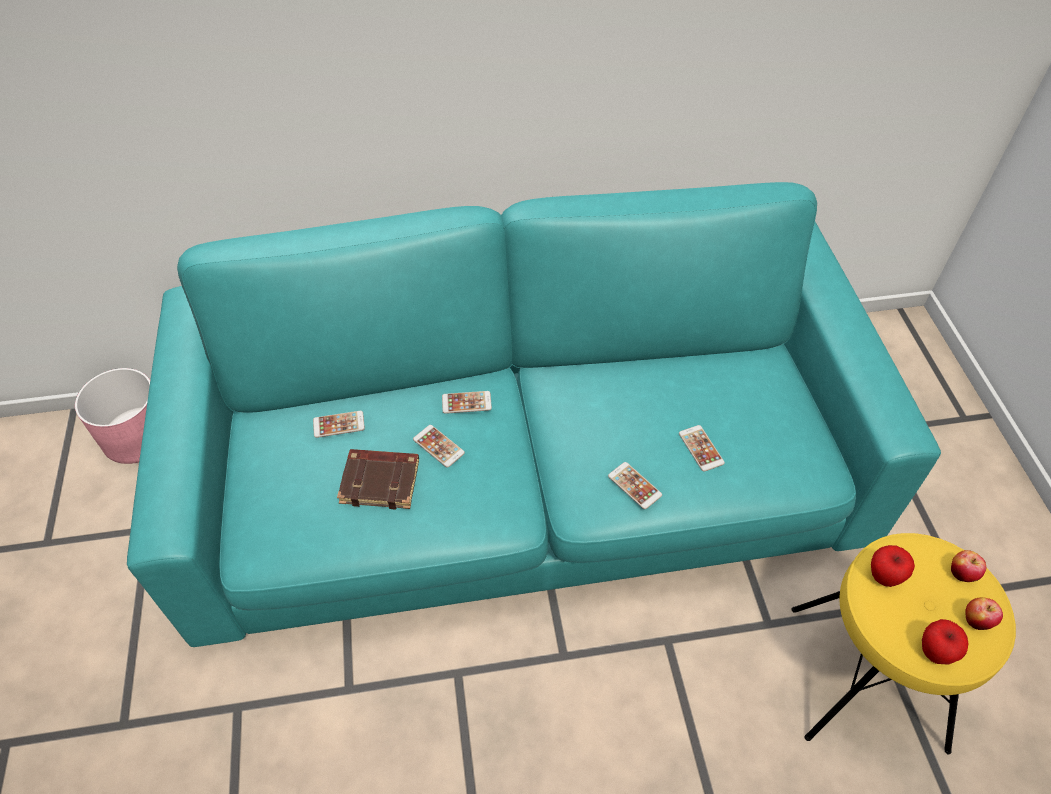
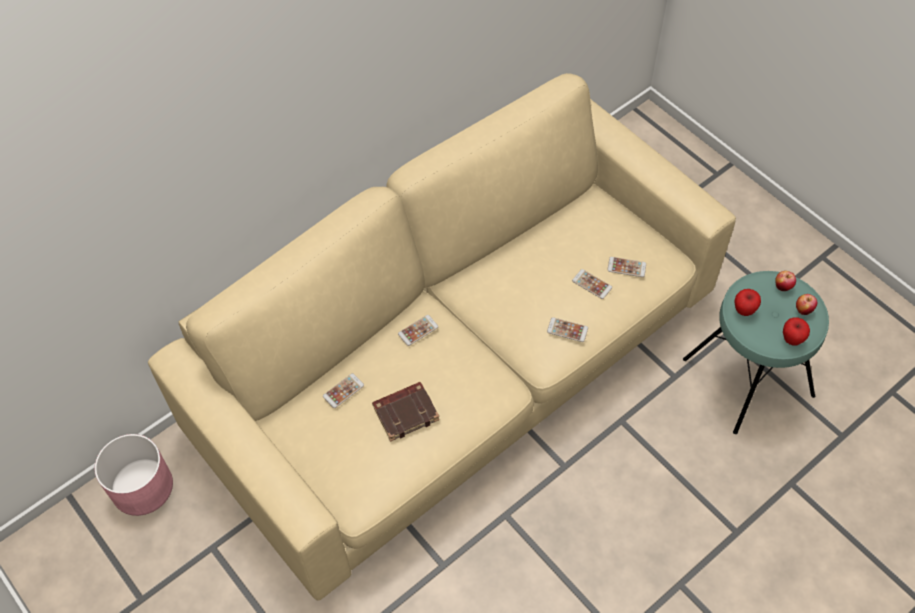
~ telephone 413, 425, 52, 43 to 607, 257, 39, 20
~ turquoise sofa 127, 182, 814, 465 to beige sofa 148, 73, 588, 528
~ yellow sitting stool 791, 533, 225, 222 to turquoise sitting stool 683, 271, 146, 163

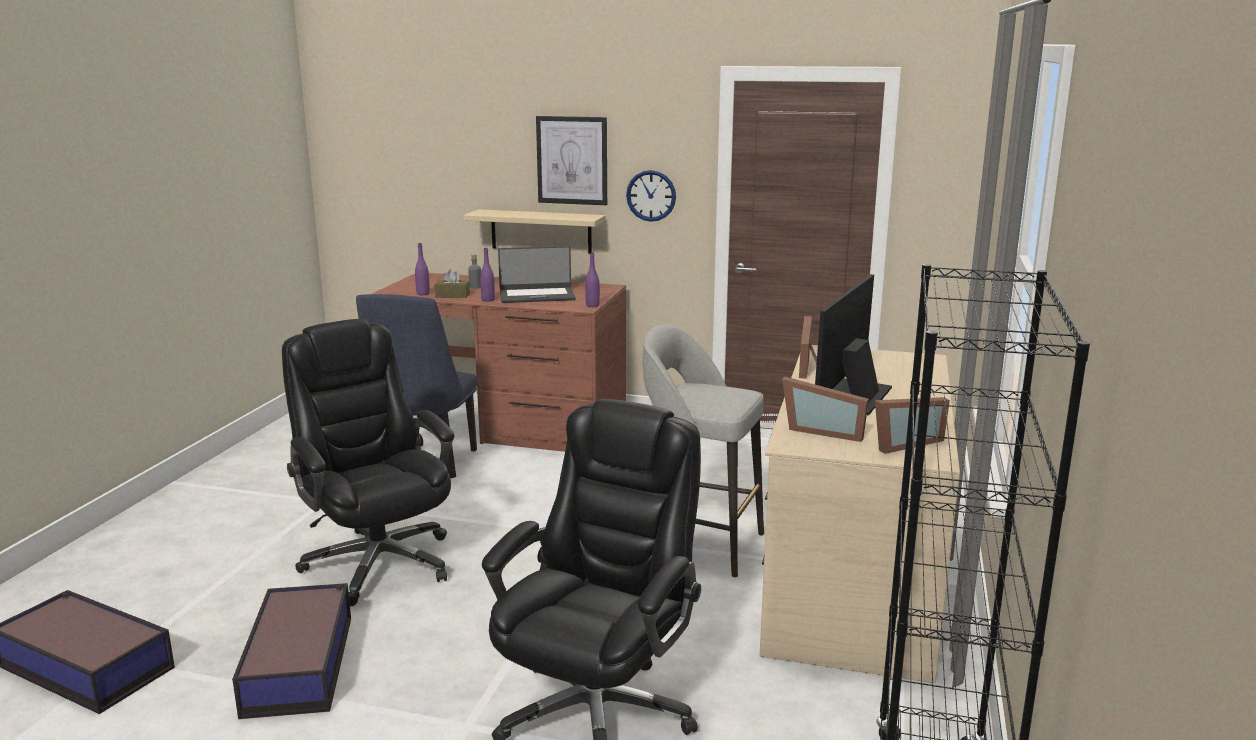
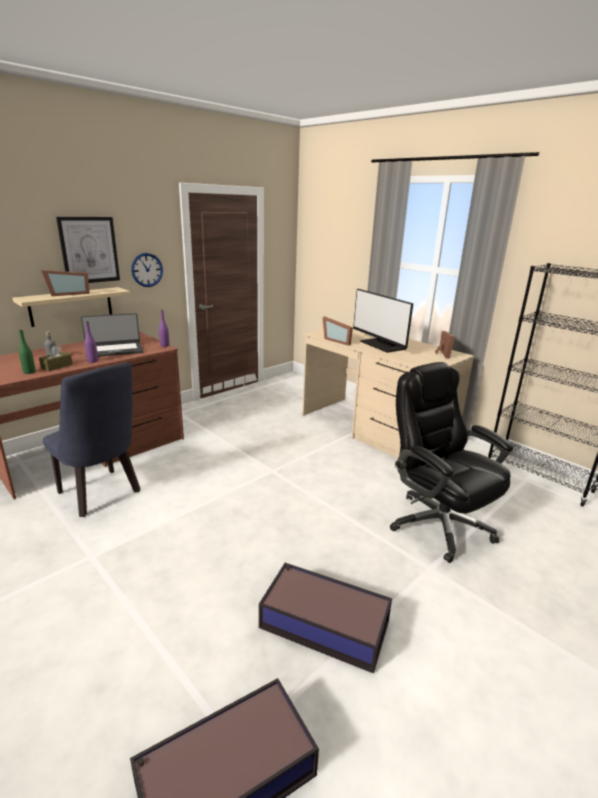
- blackish desk chair 282, 319, 172, 287
- greyish sitting stool 642, 324, 122, 253
~ photo frame 782, 377, 87, 65 to 41, 270, 49, 26
~ purple bottle 415, 243, 15, 52 to green bottle 19, 330, 16, 44
~ portable computer 498, 246, 78, 57 = 81, 313, 62, 45 45 degrees clockwise

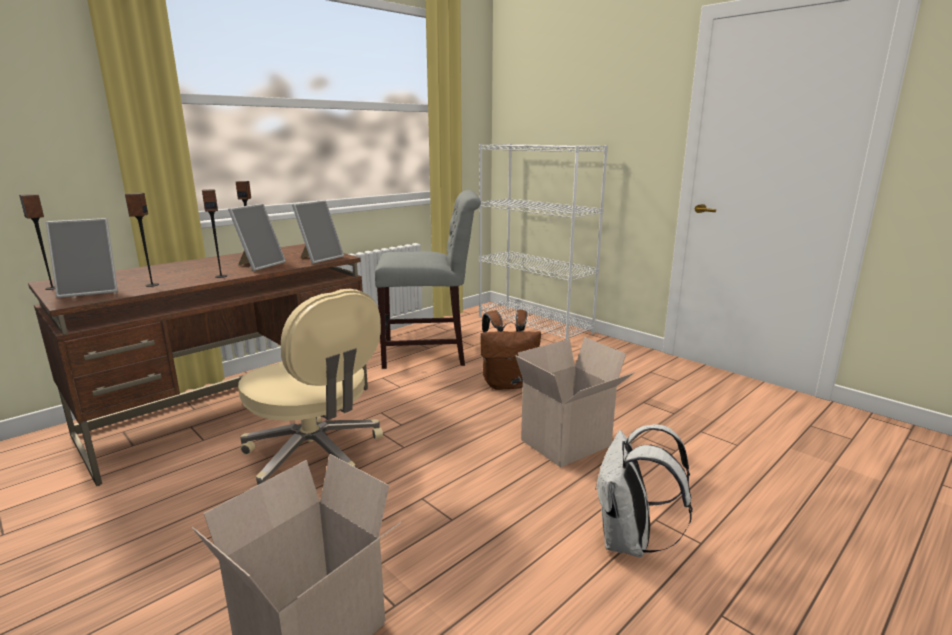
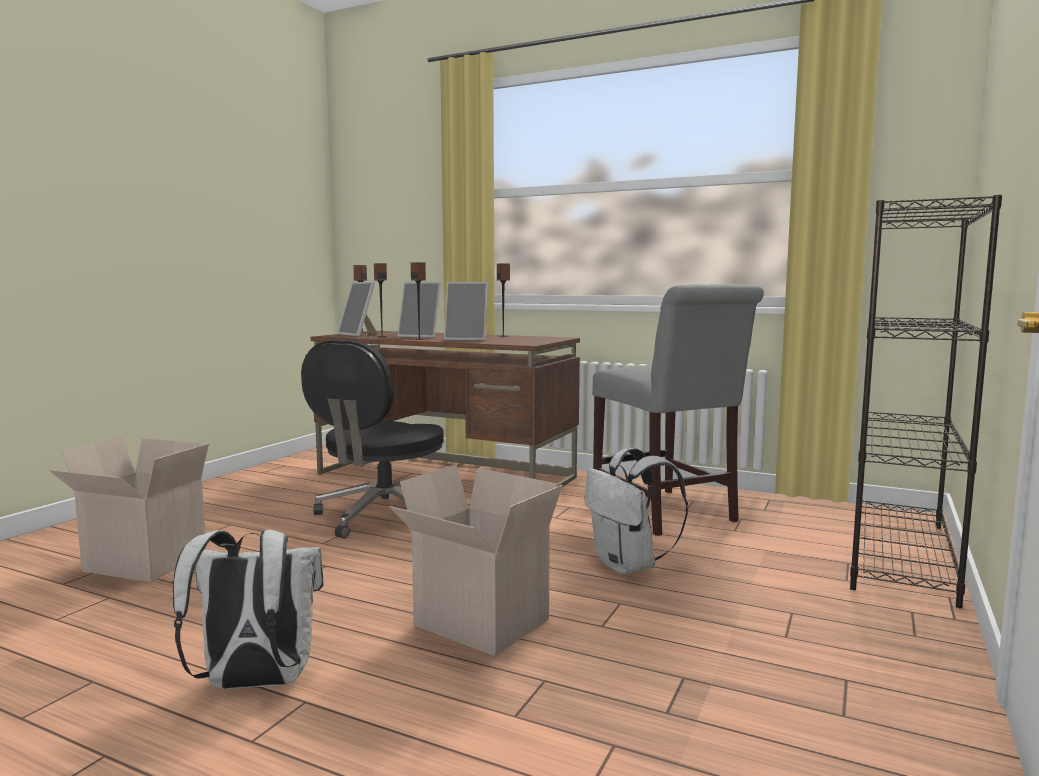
~ photo frame 292, 200, 52, 64 to 397, 282, 44, 56
~ beige desk chair 238, 289, 145, 196 to blackish desk chair 301, 340, 143, 198
~ white bookshelf 479, 144, 129, 196 to blackish bookshelf 850, 195, 152, 413
~ brown backpack 480, 309, 61, 81 to white backpack 585, 448, 103, 127

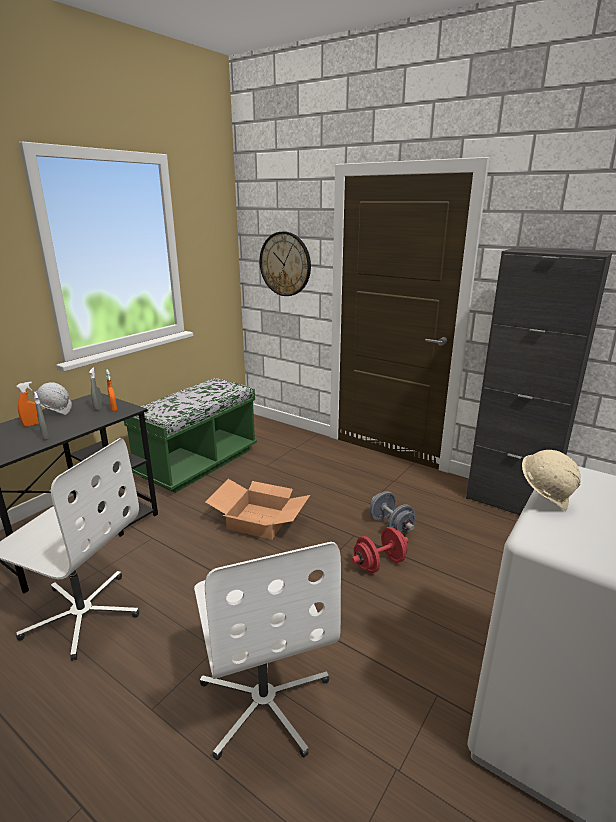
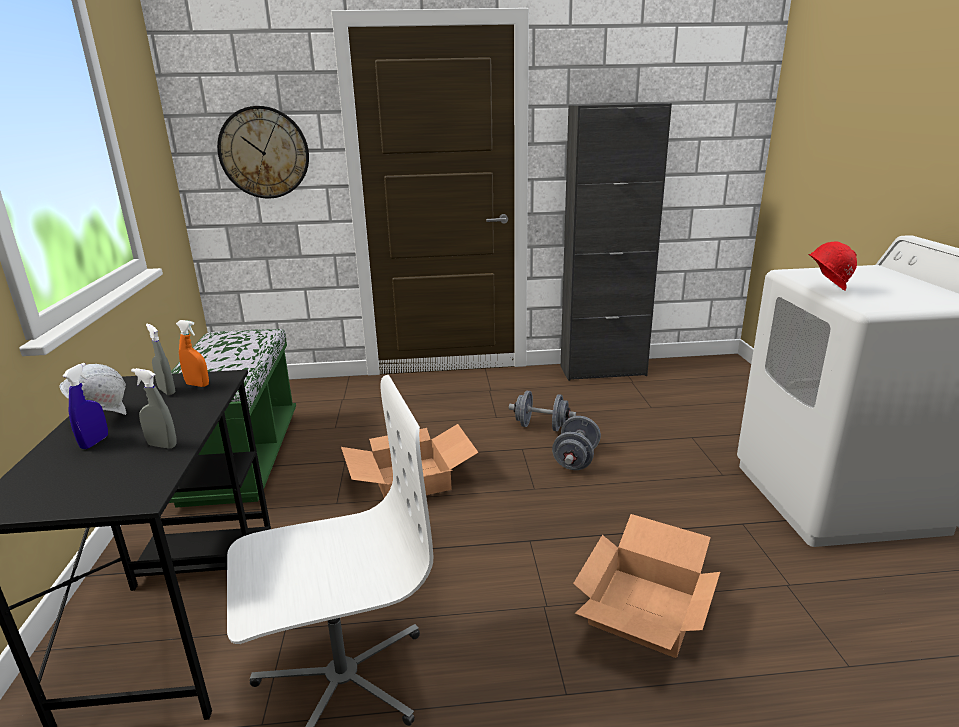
~ white desk chair 194, 542, 147, 218 to carton 573, 514, 147, 144
~ orangey hand sprayer 17, 382, 22, 45 to blue-coloured hand sprayer 63, 363, 45, 86
~ reddish dumbbell 351, 527, 58, 46 to greyish dumbbell 552, 416, 49, 54
~ beige hard hat 522, 450, 59, 61 to reddish hard hat 808, 242, 49, 49

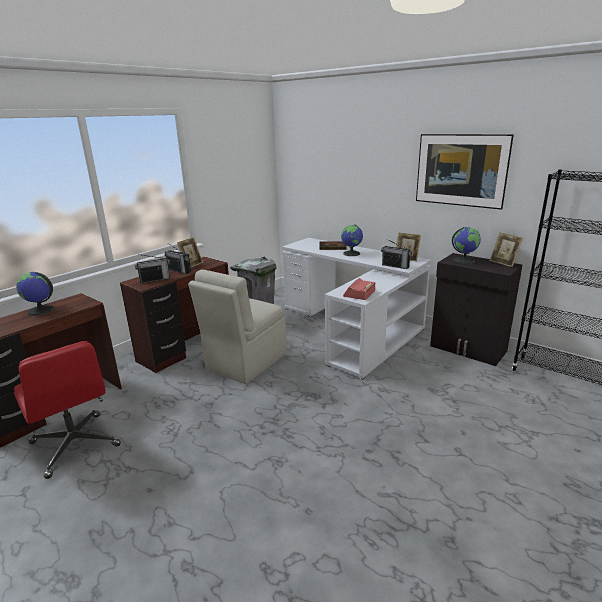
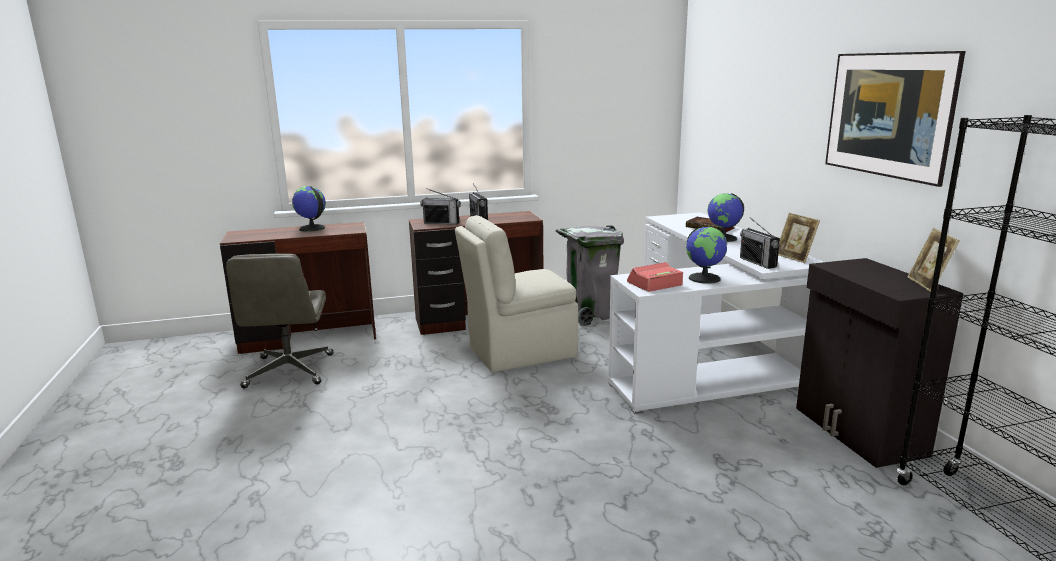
- photo frame 177, 237, 26, 30
~ desk globe 452, 227, 29, 37 to 686, 226, 42, 58
~ reddish desk chair 14, 341, 107, 138 to greyish desk chair 226, 254, 108, 135

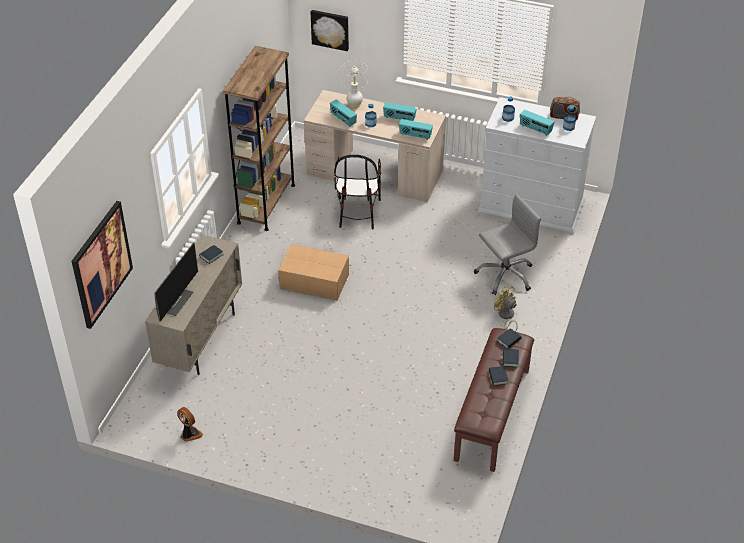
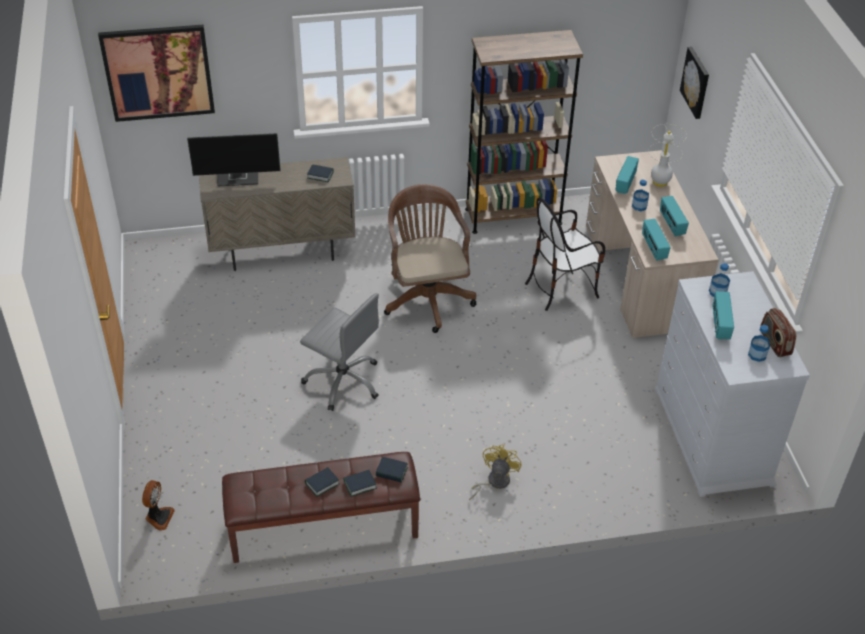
~ electric fan 177, 407, 26, 35 to 142, 480, 33, 51
~ greyish desk chair 474, 194, 67, 101 to 300, 293, 79, 118
~ carton 278, 244, 71, 57 to brown desk chair 384, 184, 92, 149

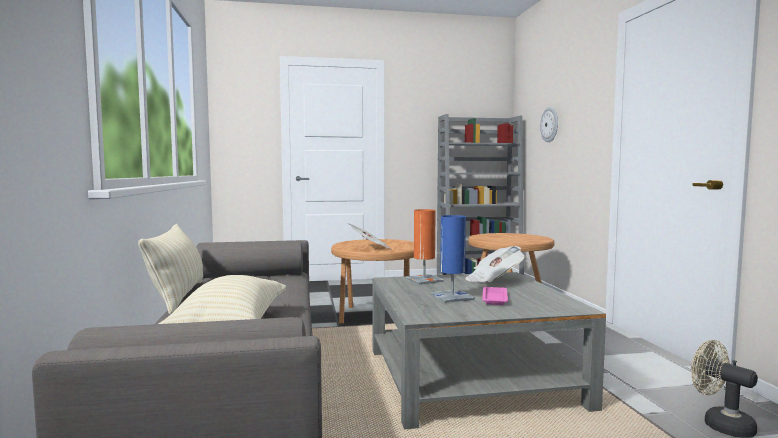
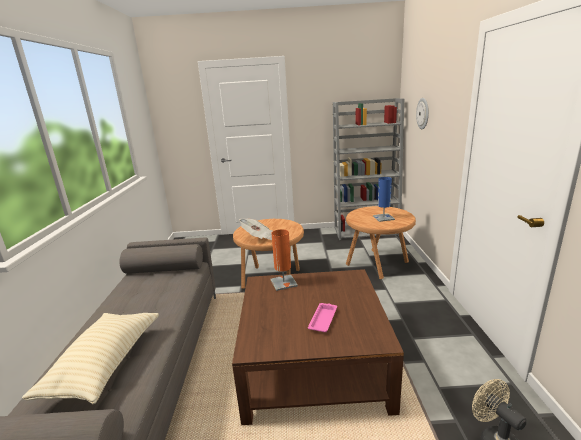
- beige cushion 138, 224, 65, 91
- printed paper 465, 246, 60, 36
~ blue-coloured tabletop lamp 431, 215, 44, 88 to 373, 177, 22, 45
~ greyish low table 372, 272, 234, 158 to brown low table 232, 269, 172, 156

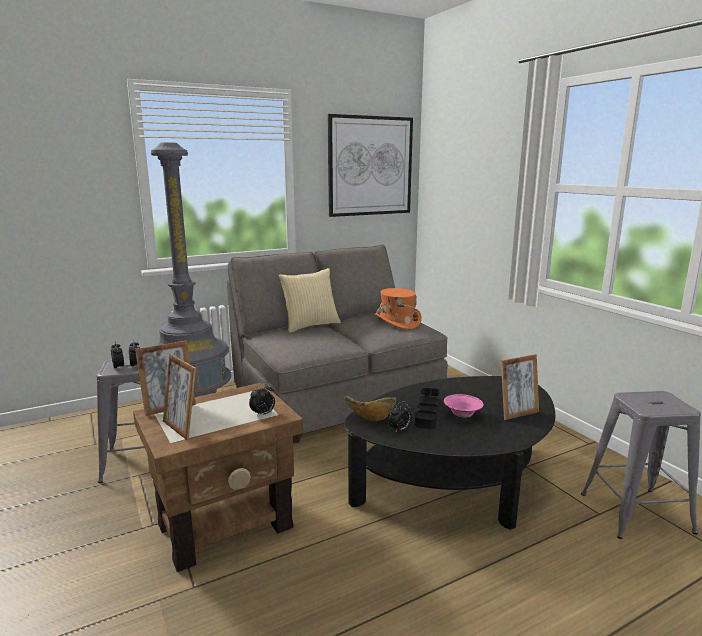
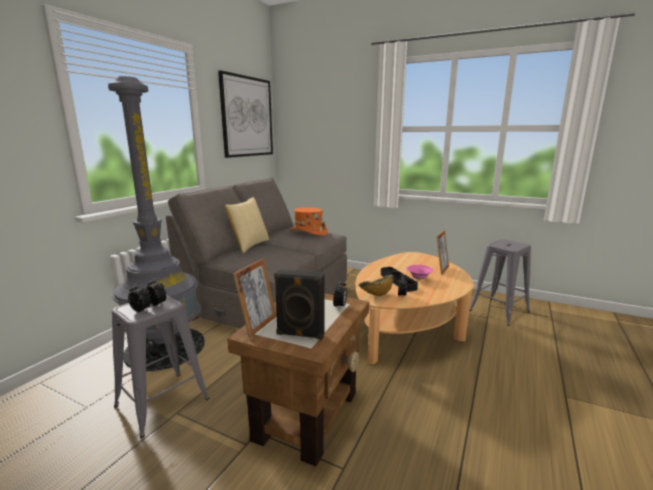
~ photo frame 163, 354, 33, 86 to blackish audio speaker 274, 270, 51, 69
~ blackish low table 344, 376, 211, 154 to beige low table 356, 252, 118, 112

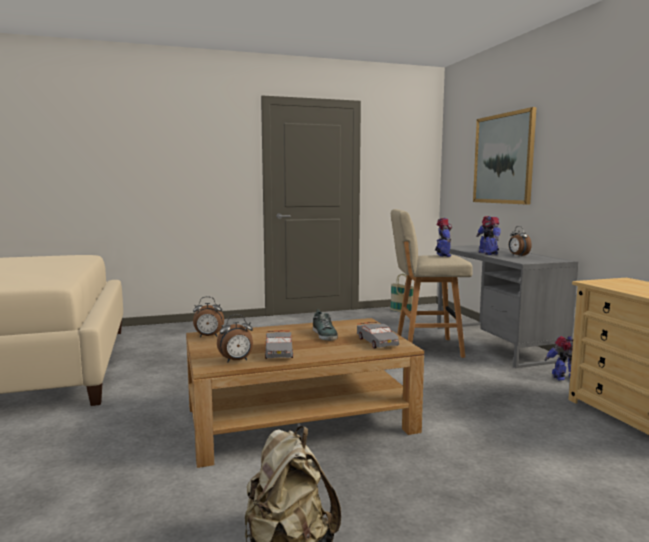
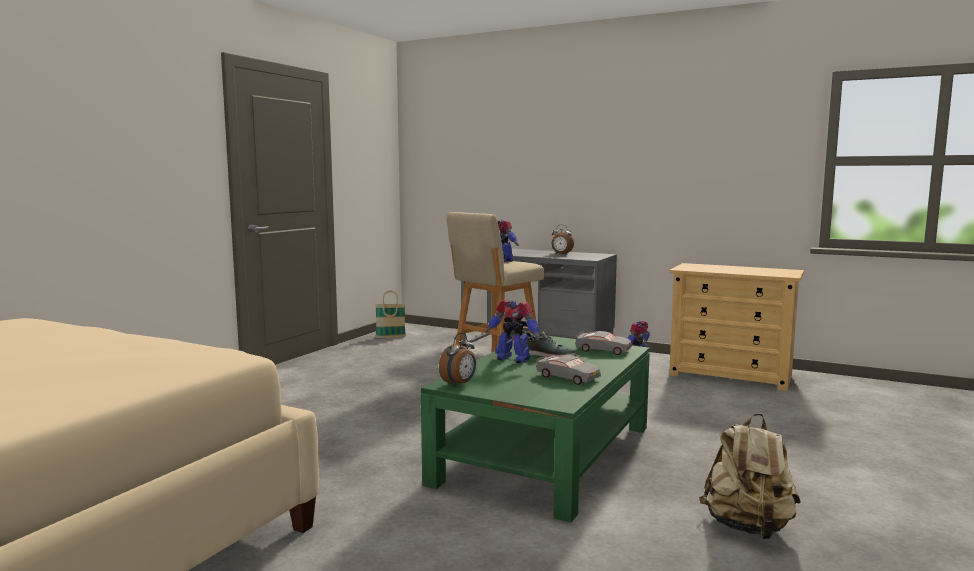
- alarm clock 217, 314, 36, 49
- wall picture 473, 107, 64, 98
~ toy robot 476, 216, 24, 39 to 485, 300, 55, 63
~ brown low table 186, 318, 238, 150 to green low table 421, 334, 229, 189

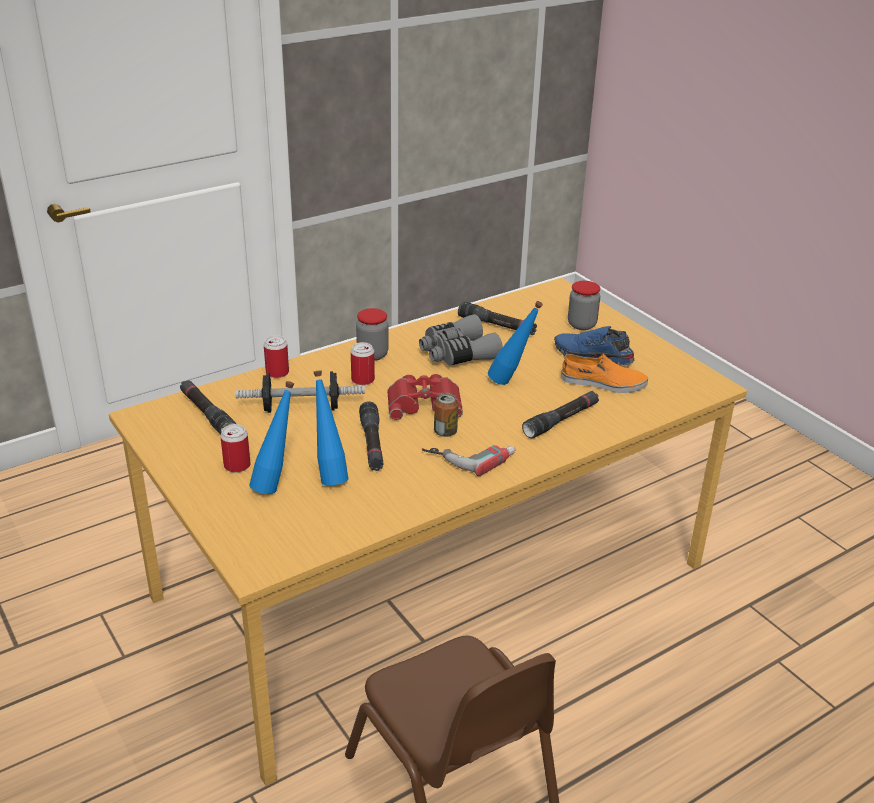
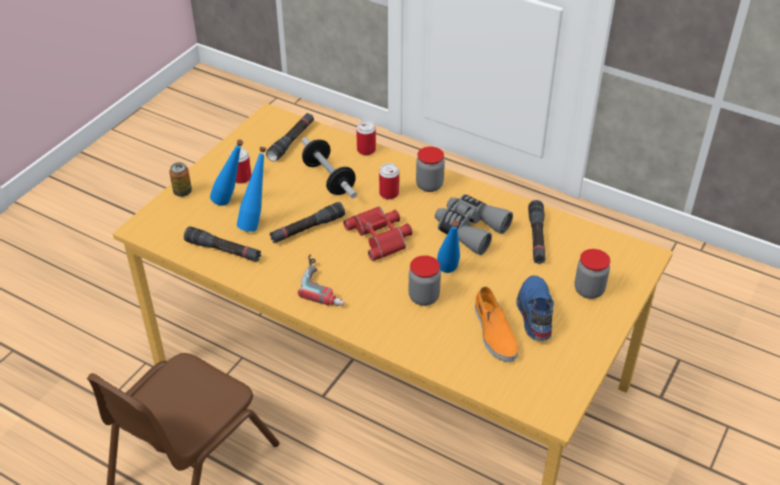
+ storage jar 409, 255, 32, 51
~ sealed can 434, 393, 25, 44 to 169, 162, 23, 35
~ blackish torch 522, 391, 77, 47 to 184, 227, 77, 35

